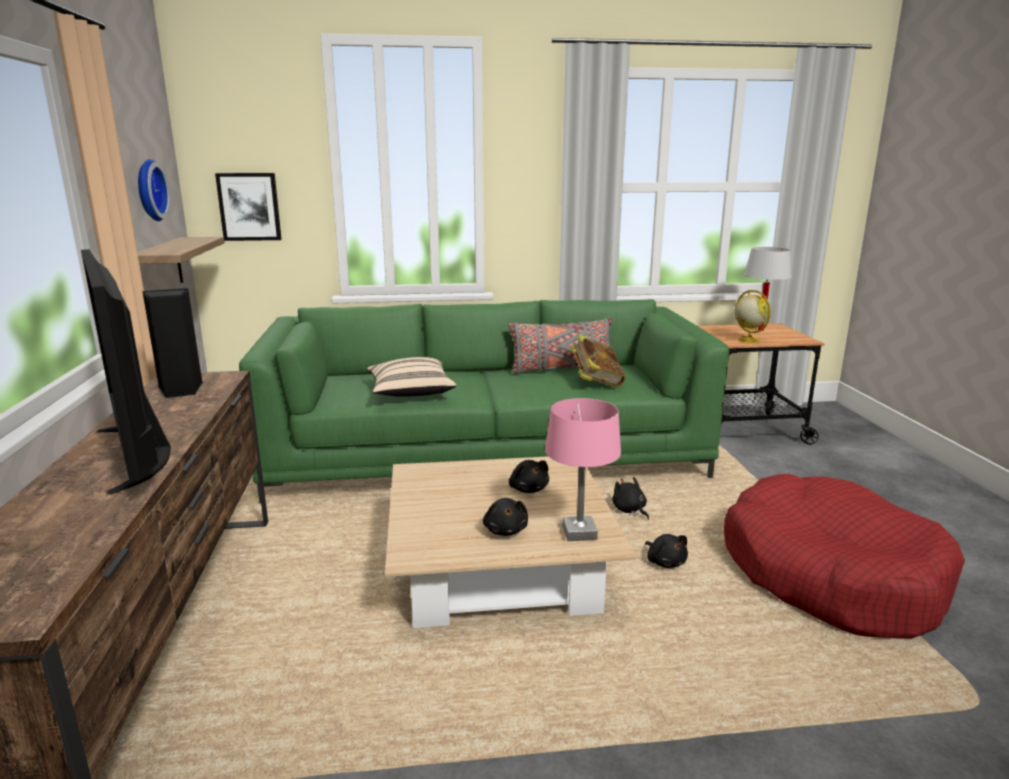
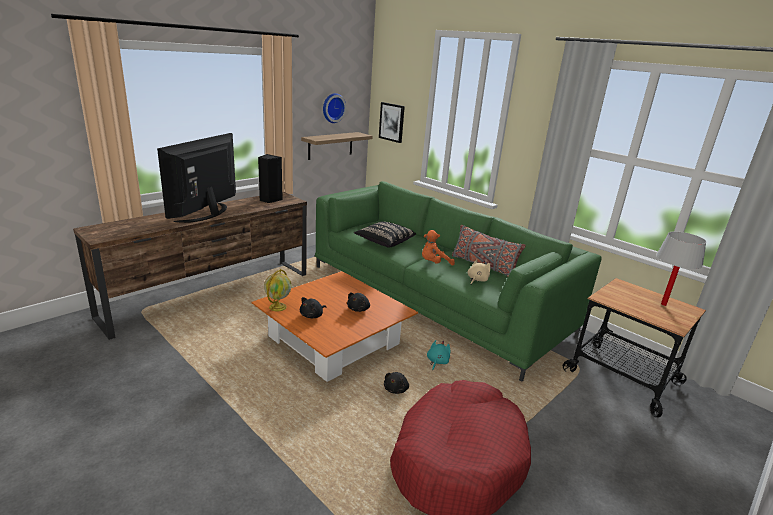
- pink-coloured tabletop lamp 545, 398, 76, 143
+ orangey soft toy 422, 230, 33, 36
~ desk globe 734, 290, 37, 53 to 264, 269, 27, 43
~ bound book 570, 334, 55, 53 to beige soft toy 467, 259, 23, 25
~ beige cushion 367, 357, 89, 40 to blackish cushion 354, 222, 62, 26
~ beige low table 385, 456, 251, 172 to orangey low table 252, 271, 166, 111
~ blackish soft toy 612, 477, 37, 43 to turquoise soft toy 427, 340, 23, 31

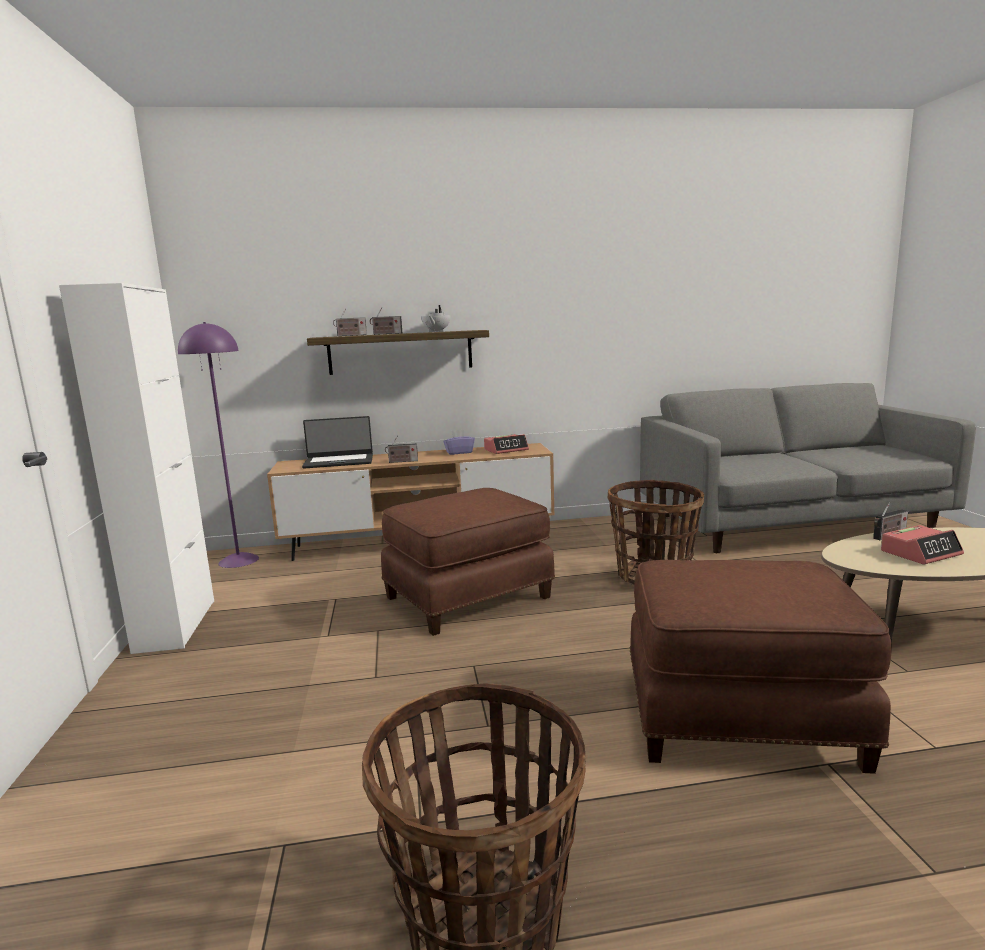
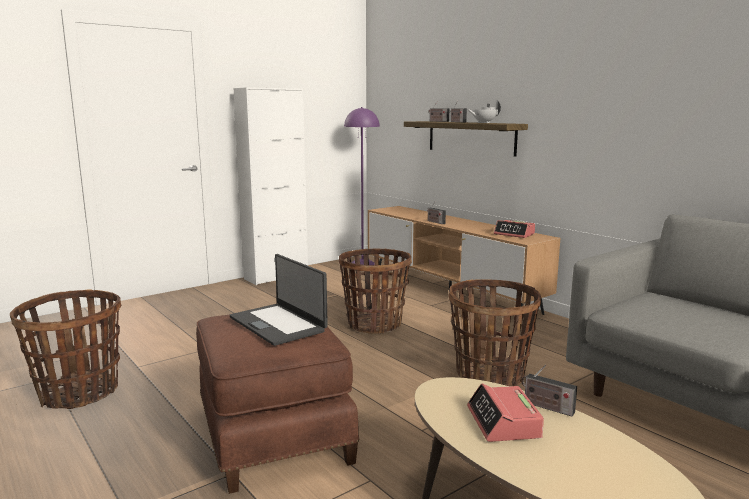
- purple tissue holder 443, 429, 32, 26
~ portable computer 302, 416, 71, 53 to 230, 254, 98, 92
~ brown pouffe 381, 488, 174, 148 to storage basket 339, 249, 73, 85
~ alarm clock 881, 525, 83, 39 = 467, 383, 77, 59 45 degrees clockwise

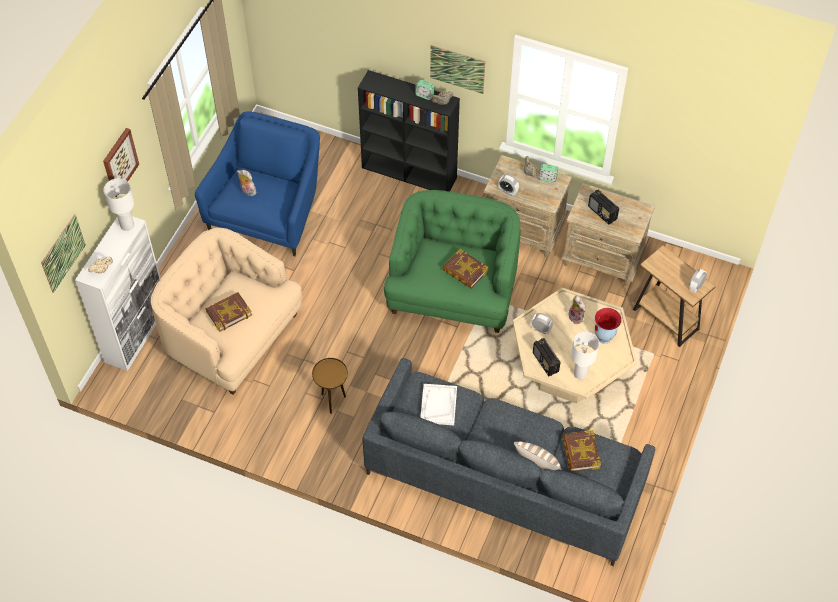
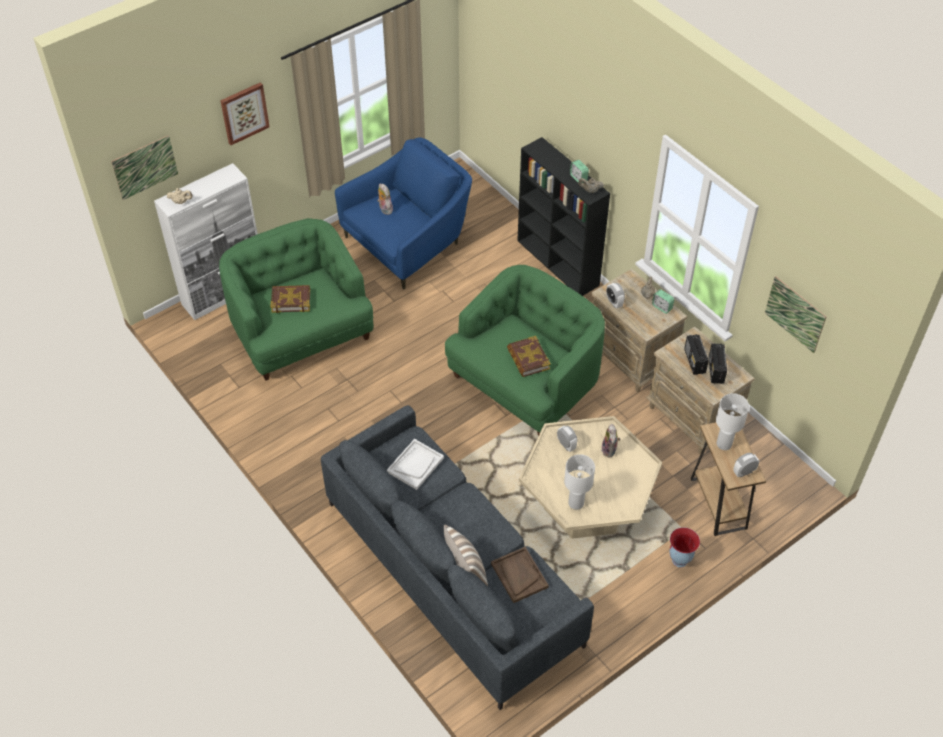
- brown side table 312, 358, 36, 56
~ white tabletop lamp 104, 178, 30, 53 to 716, 393, 33, 57
~ wall picture 430, 45, 55, 49 to 765, 276, 61, 77
~ radio receiver 533, 338, 27, 38 to 709, 343, 18, 41
~ decorative vase 595, 308, 27, 36 to 669, 527, 31, 40
~ bound book 562, 430, 39, 42 to brown serving tray 491, 547, 58, 56
~ beige lounge chair 151, 228, 152, 167 to green lounge chair 219, 218, 155, 163

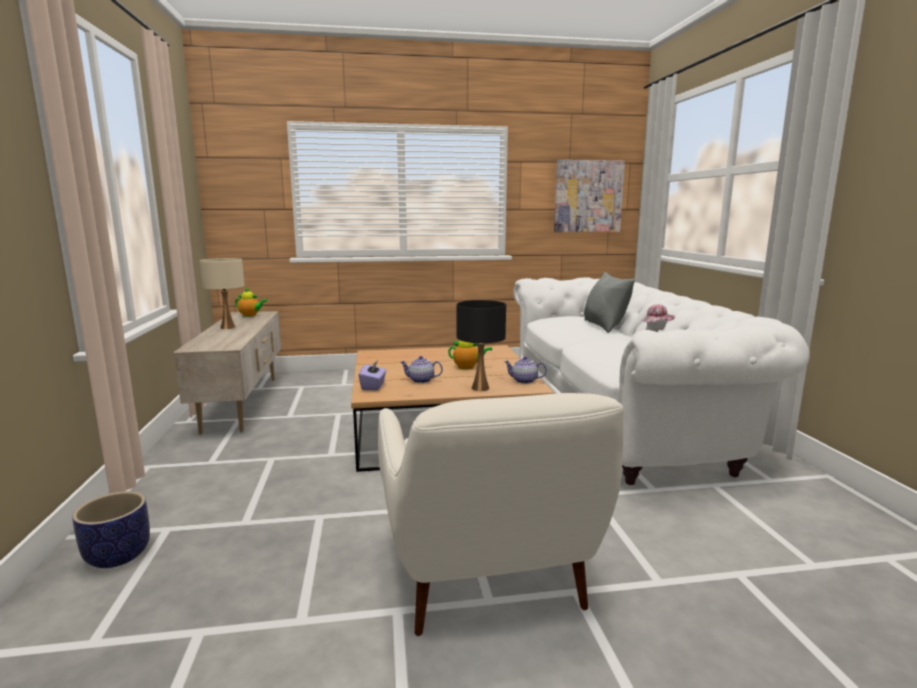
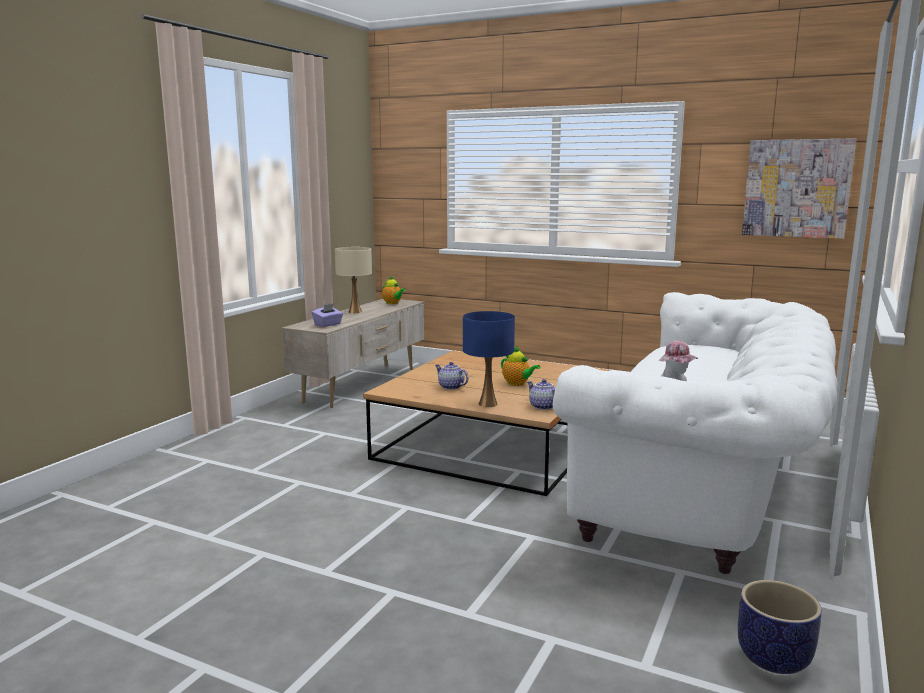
- white lounge chair 378, 393, 246, 243
- greyish cushion 584, 272, 51, 61
~ plant pot 72, 491, 78, 77 to 738, 580, 84, 94
~ purple tissue holder 359, 360, 27, 31 to 312, 303, 31, 24
~ blackish tabletop lamp 457, 300, 49, 91 to blue-coloured tabletop lamp 463, 311, 52, 96

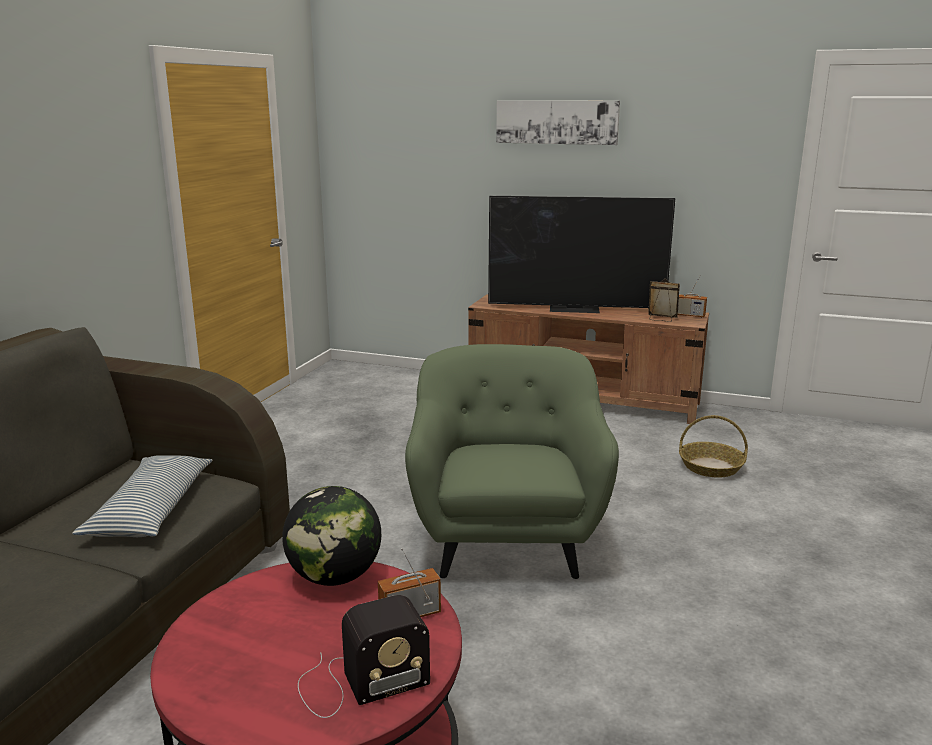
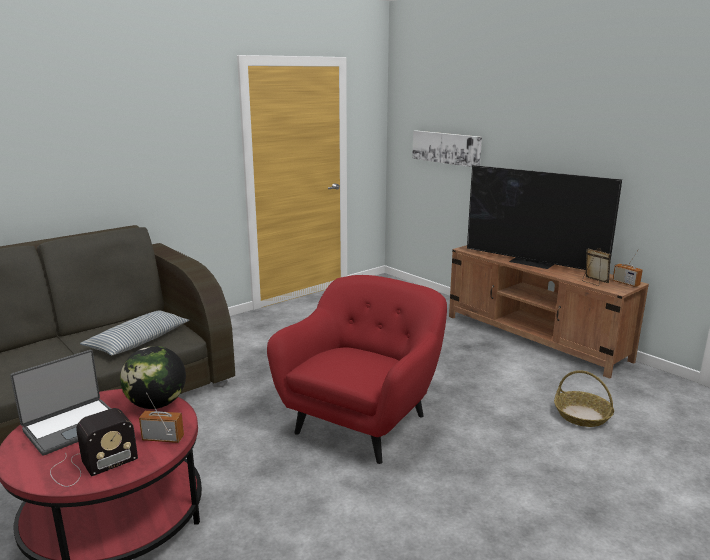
+ portable computer 10, 350, 101, 106
~ wall picture 496, 100, 124, 45 to 412, 130, 70, 37
~ green lounge chair 405, 344, 214, 235 to reddish lounge chair 267, 275, 180, 189
~ radio receiver 298, 595, 132, 123 = 50, 408, 88, 79 45 degrees counterclockwise

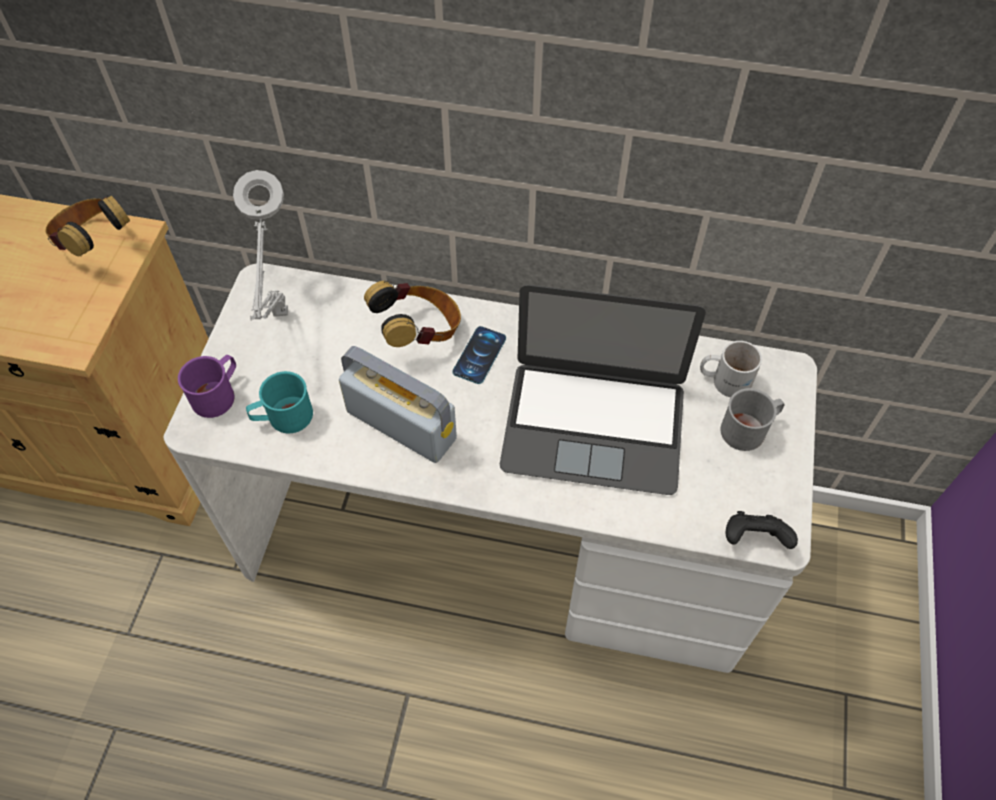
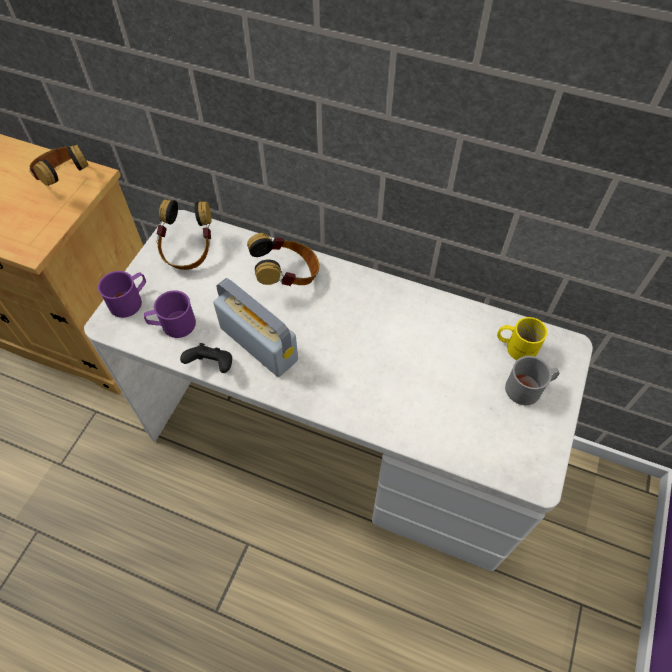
- telephone 453, 326, 53, 58
- portable computer 500, 285, 206, 210
~ blackish game controller 725, 511, 73, 38 to 180, 343, 52, 30
~ greyish tabletop lamp 233, 170, 55, 150 to headset 157, 199, 54, 71
~ turquoise mug 246, 371, 67, 62 to purple mug 144, 290, 52, 48
~ white mug 700, 341, 62, 56 to yellow mug 497, 317, 50, 43

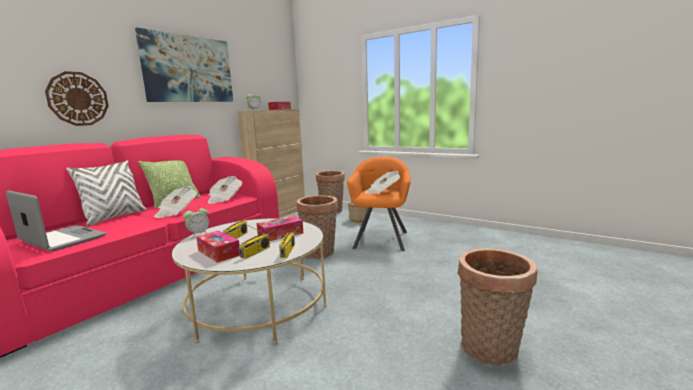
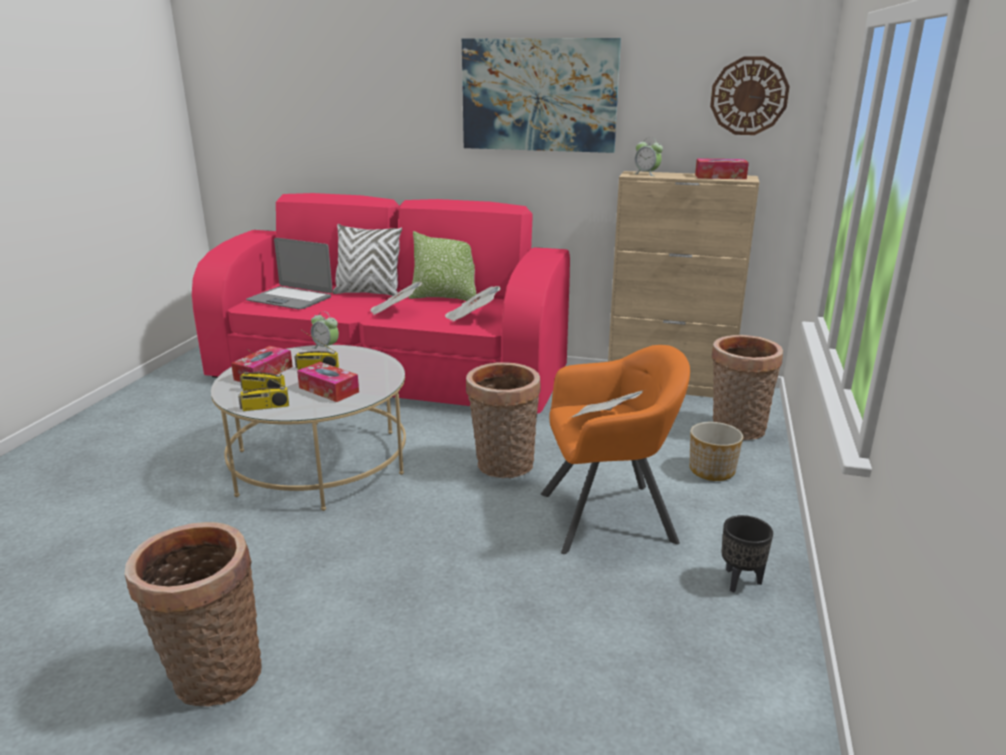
+ blackish plant pot 721, 515, 52, 77
~ wall clock 45, 71, 64, 55 to 710, 57, 80, 78
~ portable computer 6, 190, 101, 62 = 246, 238, 87, 71 105 degrees clockwise

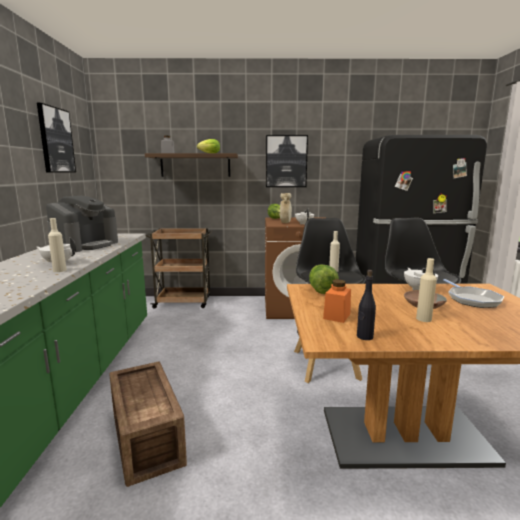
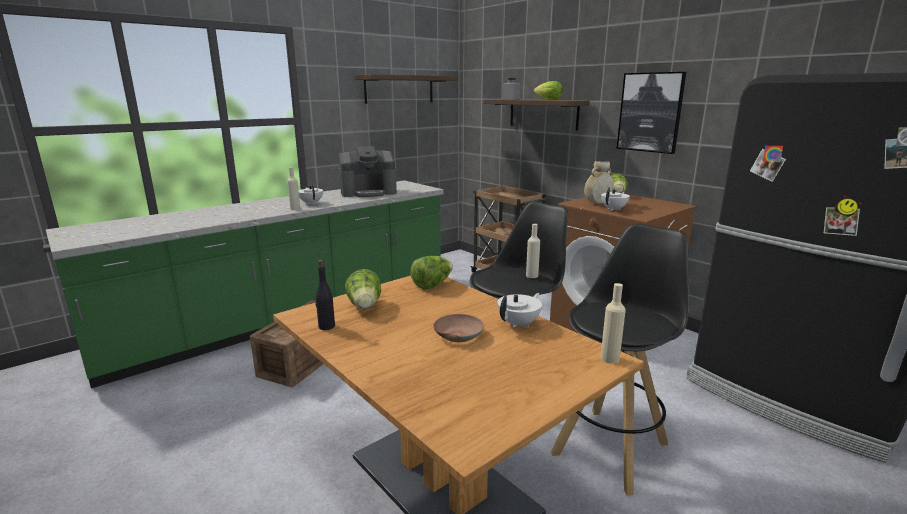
- pan 443, 279, 61, 29
~ beige bottle 416, 258, 21, 64 to 600, 283, 26, 81
~ wall picture 37, 103, 39, 70 to bracket shelf 354, 74, 103, 30
~ orangey storage jar 323, 280, 28, 43 to lettuce head 345, 269, 36, 40

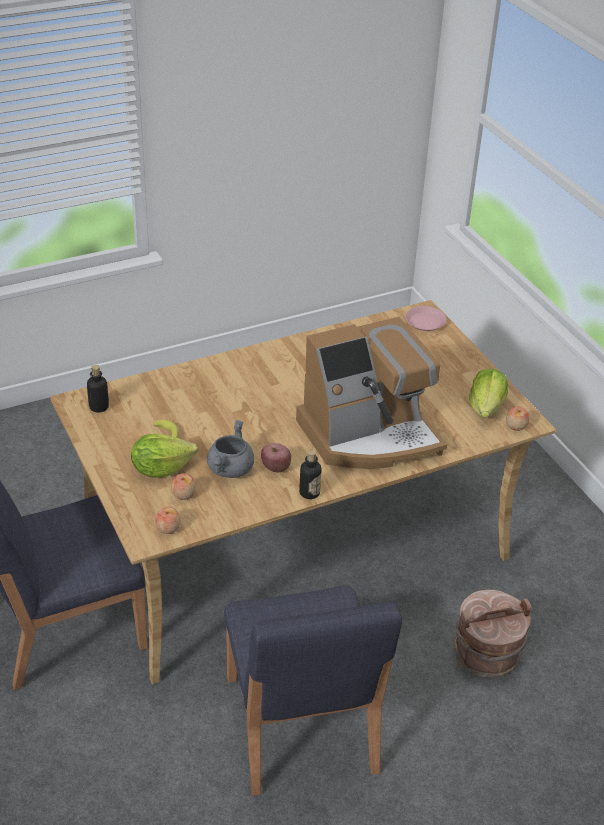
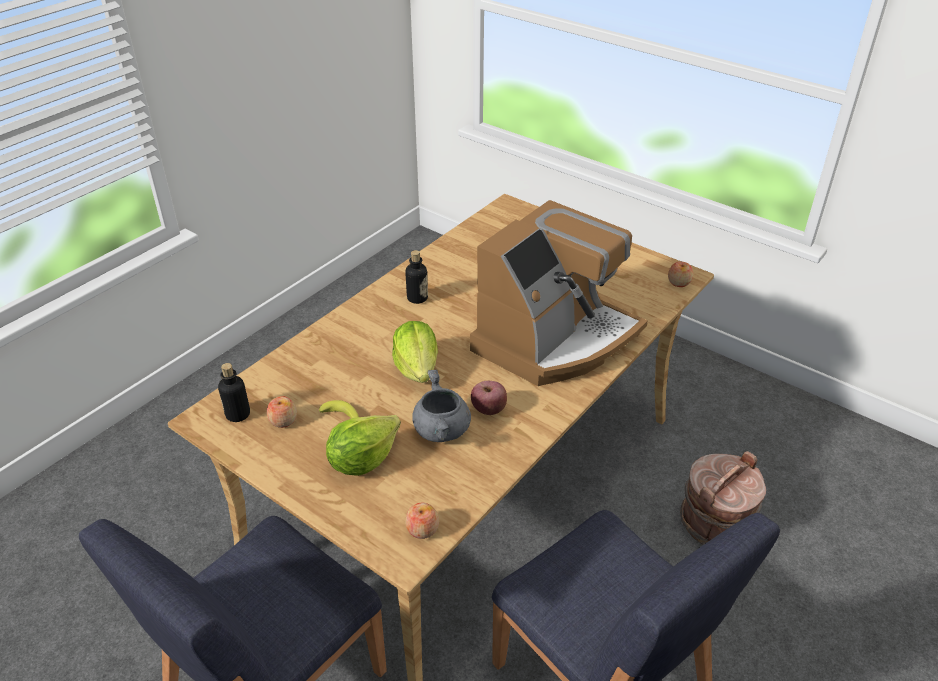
- pink-coloured plate 405, 306, 41, 25
~ whole apple 171, 473, 25, 27 to 267, 396, 30, 32
~ bottle 299, 450, 22, 49 to 405, 250, 23, 54
~ lettuce head 469, 369, 39, 49 to 392, 321, 46, 62

